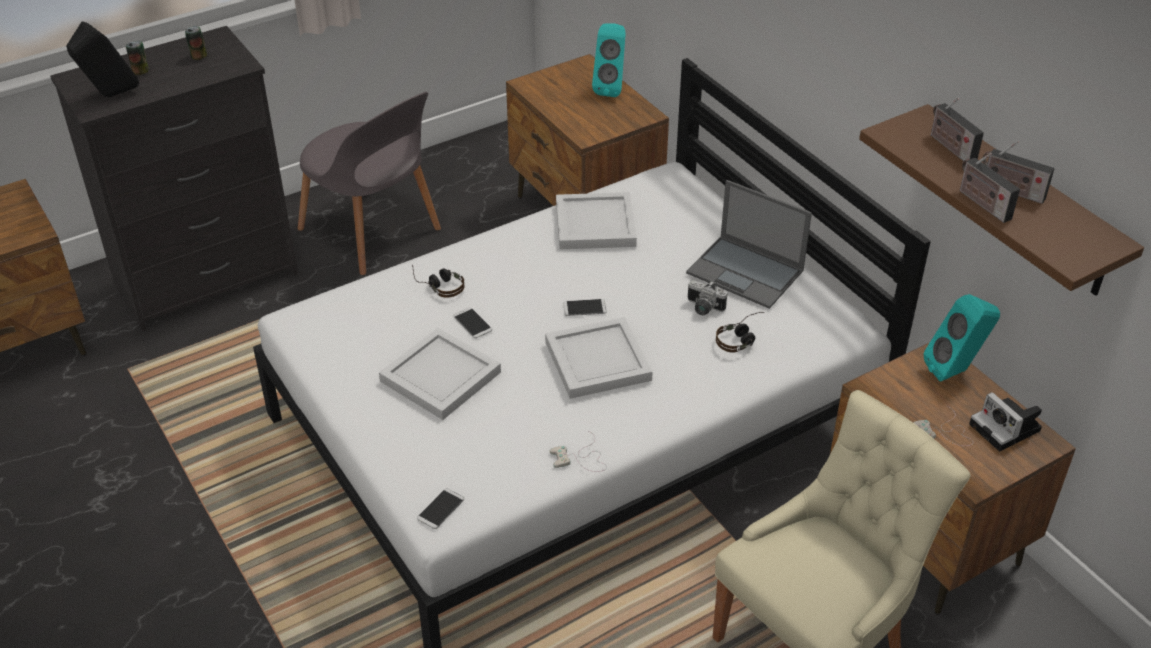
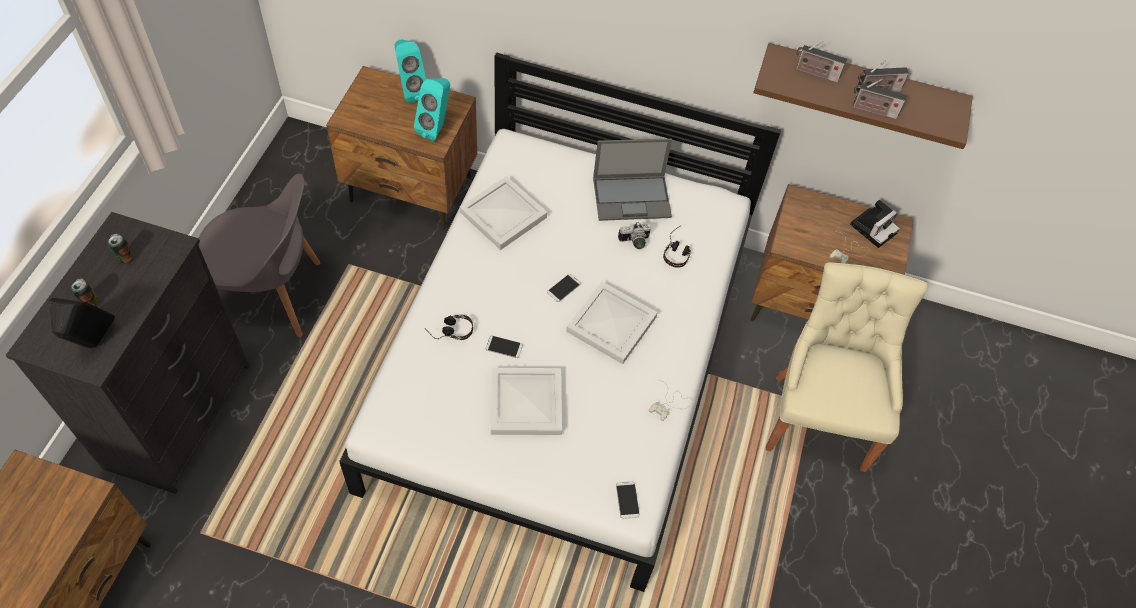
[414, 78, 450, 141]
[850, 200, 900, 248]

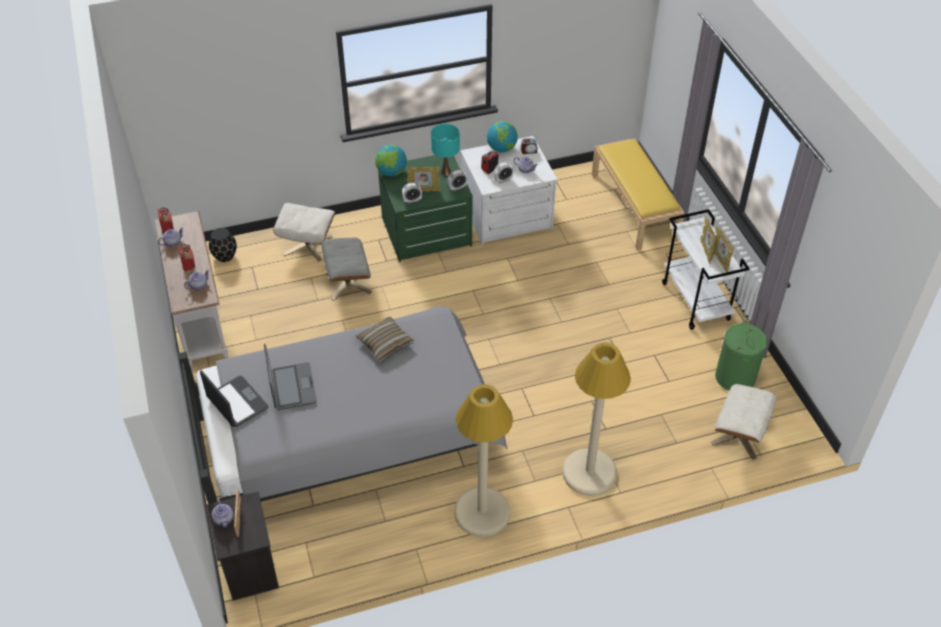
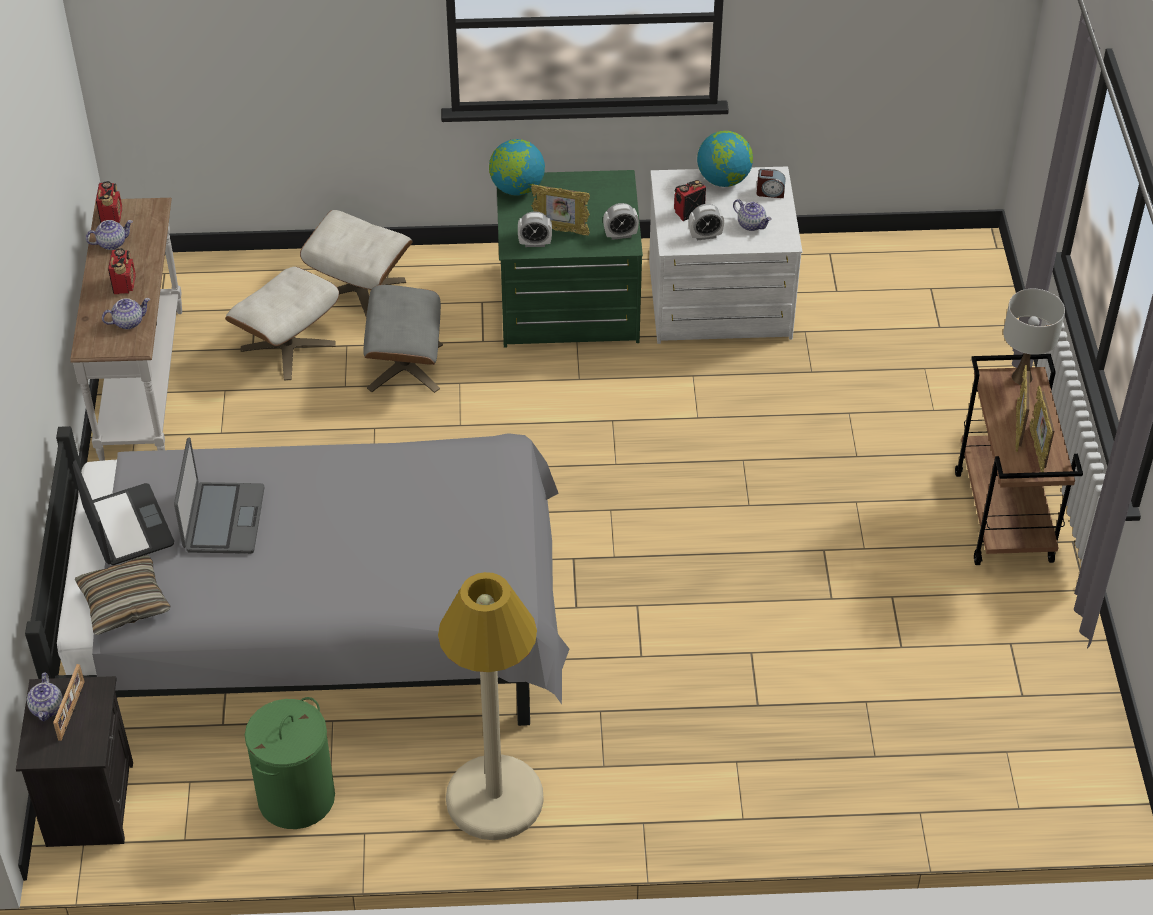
[75, 555, 171, 635]
[225, 267, 339, 381]
[245, 697, 335, 829]
[955, 354, 1083, 565]
[1003, 289, 1065, 385]
[209, 228, 237, 262] (first image)
[431, 124, 460, 176] (first image)
[562, 343, 631, 496] (first image)
[592, 138, 685, 250] (first image)

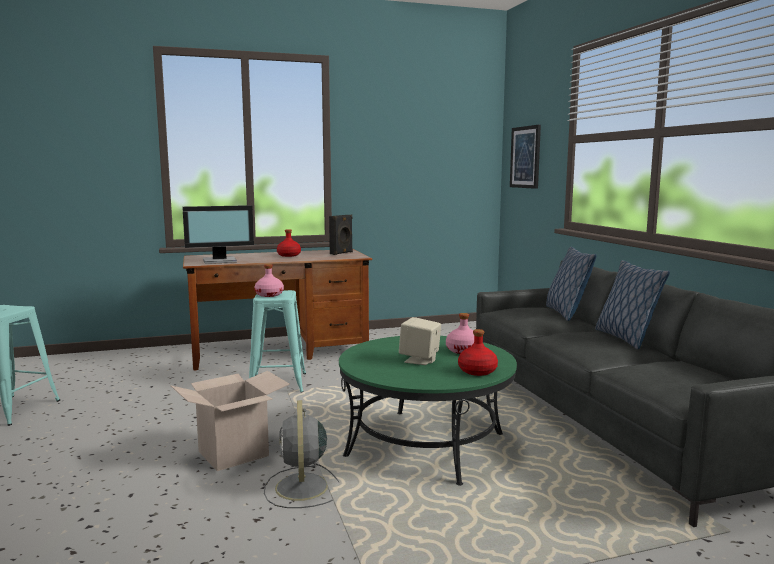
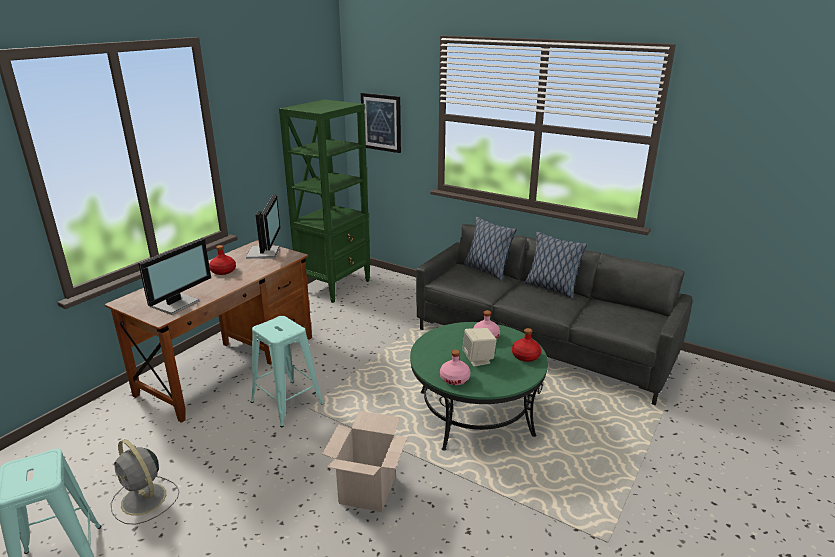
[110, 439, 179, 524]
[246, 195, 280, 259]
[279, 100, 371, 303]
[440, 350, 470, 385]

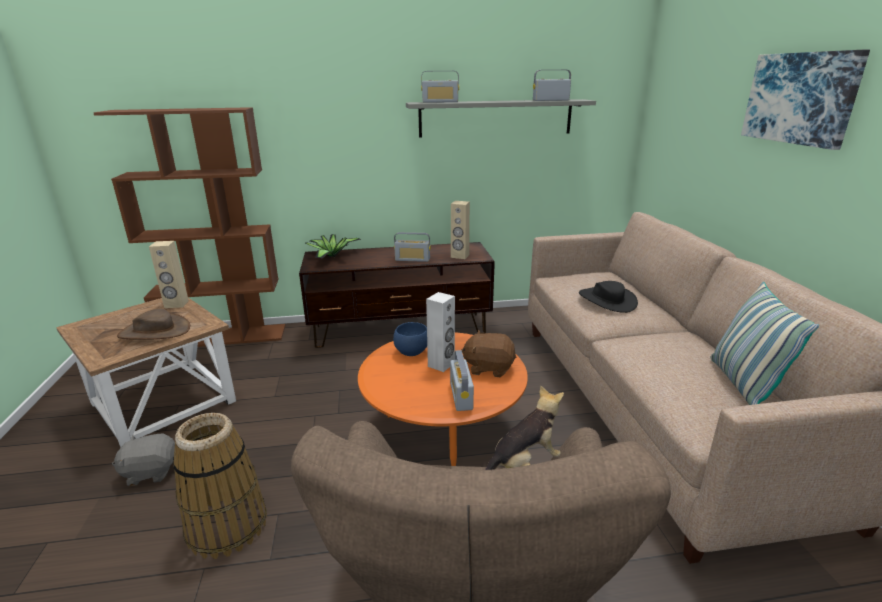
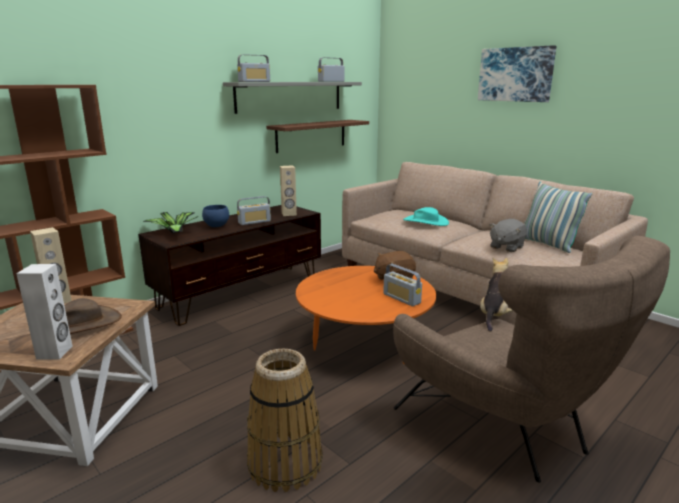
[16, 264, 73, 360]
[202, 205, 229, 227]
[266, 120, 369, 153]
[403, 207, 449, 226]
[489, 219, 527, 252]

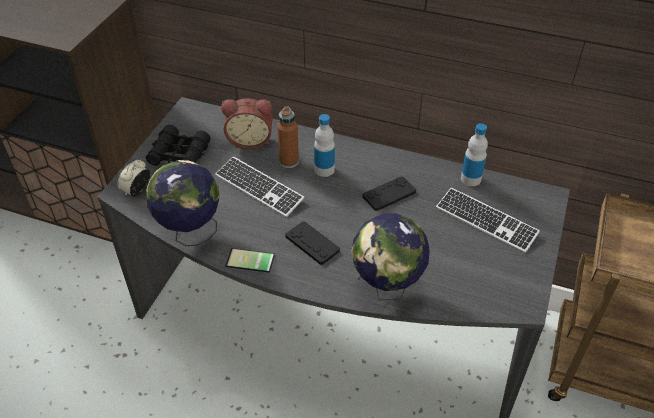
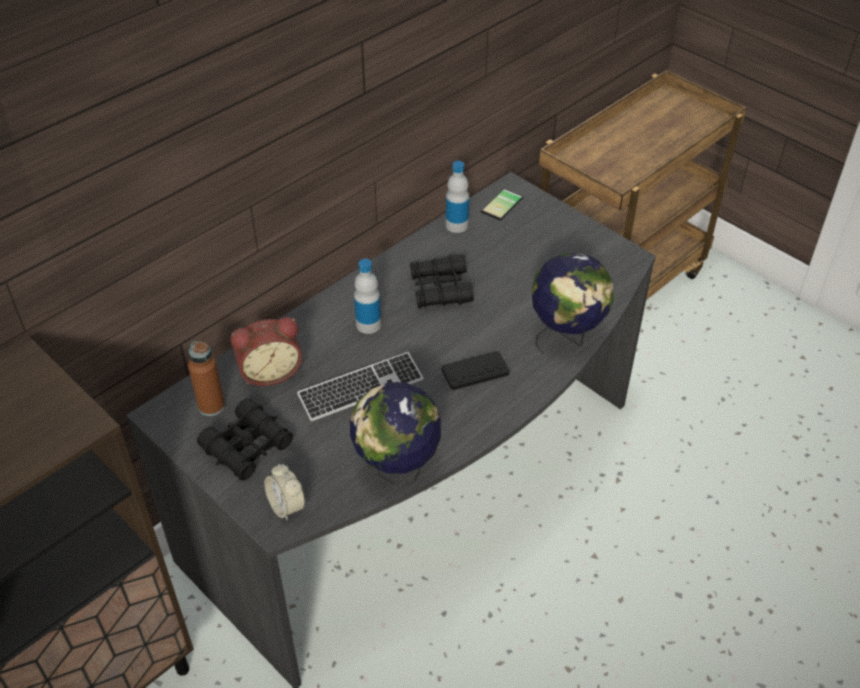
[188, 341, 225, 416]
[231, 317, 302, 386]
[410, 254, 474, 308]
[481, 189, 523, 220]
[436, 187, 540, 253] (first image)

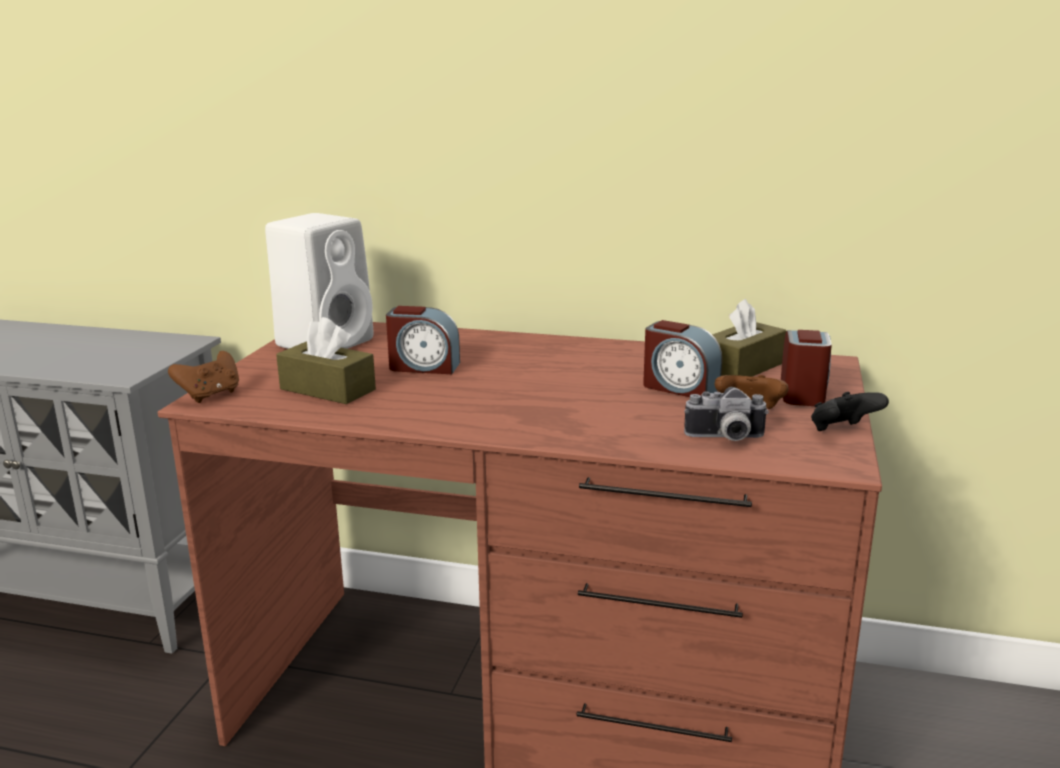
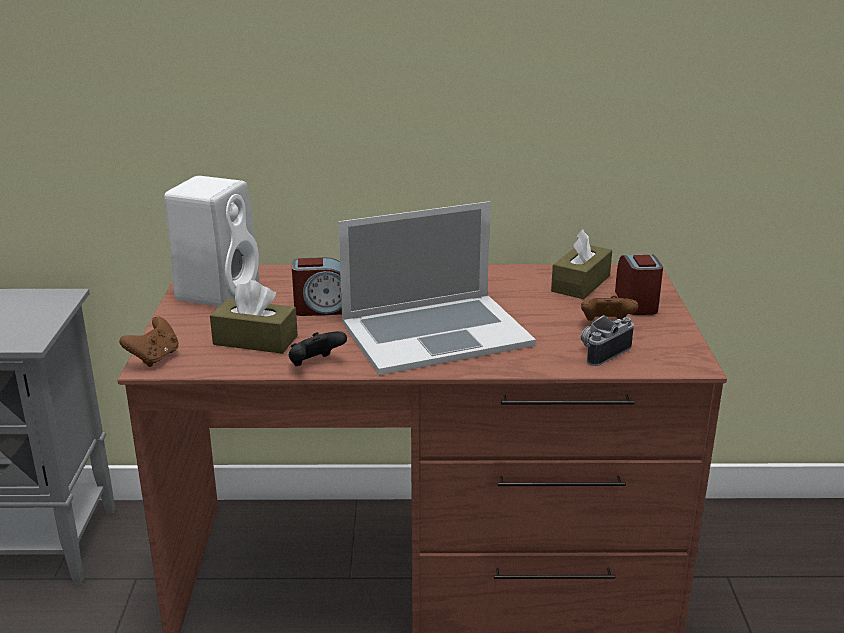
[289, 331, 347, 366]
[338, 201, 536, 375]
[581, 315, 634, 366]
[643, 320, 722, 397] (first image)

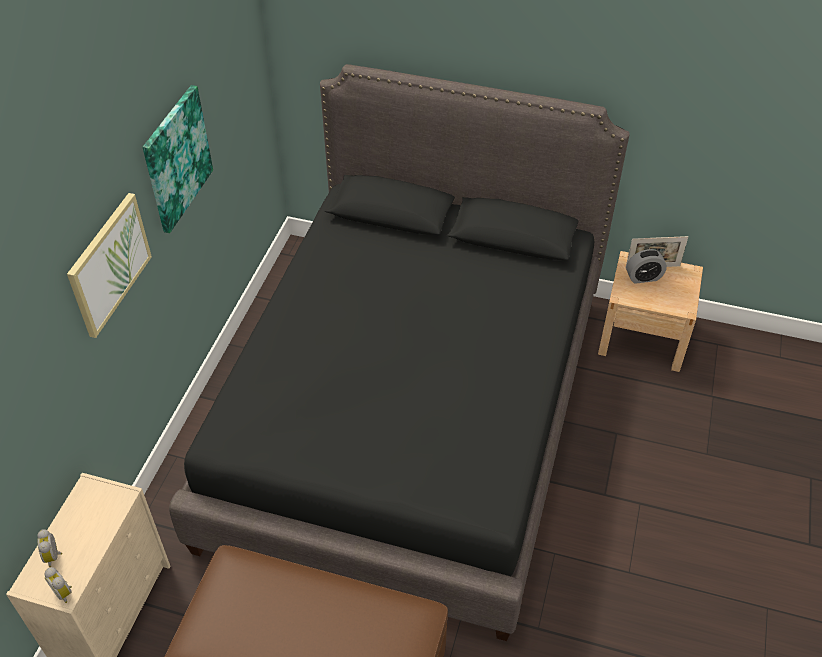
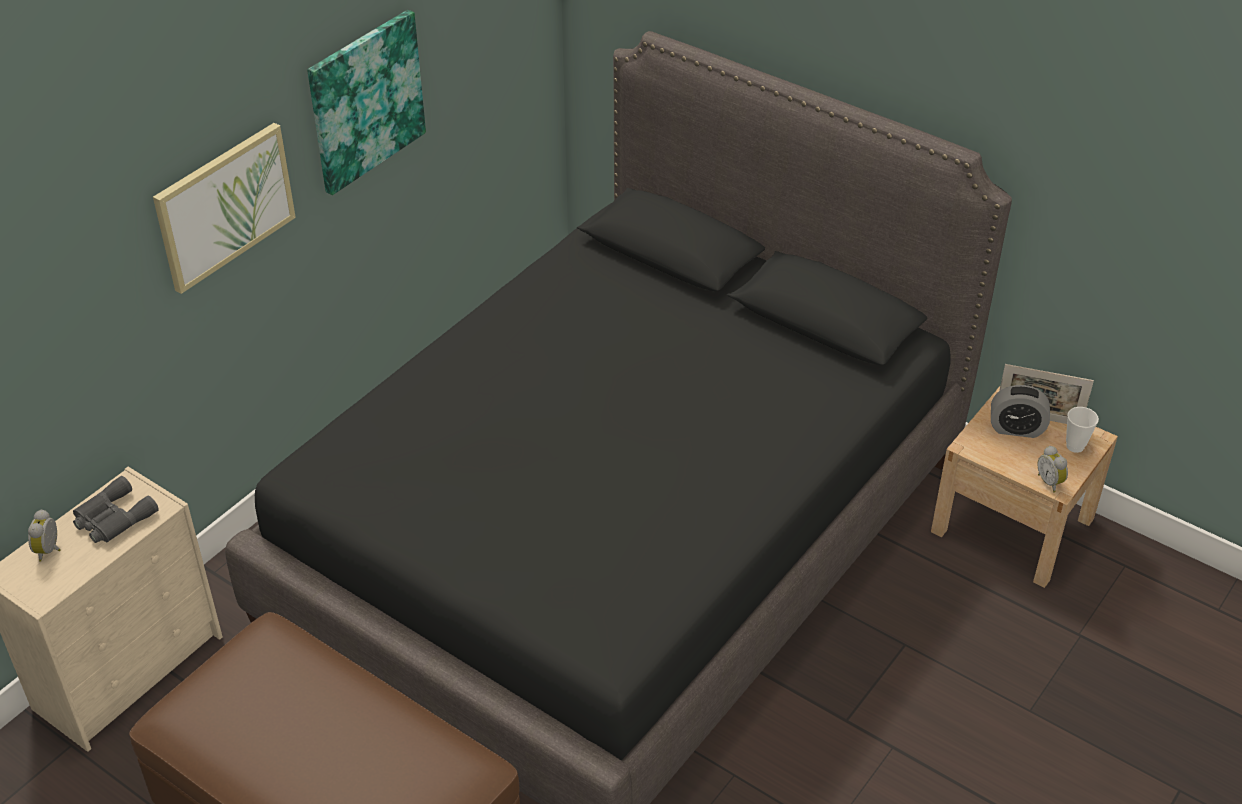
[73, 476, 159, 543]
[1037, 446, 1068, 493]
[1066, 407, 1099, 453]

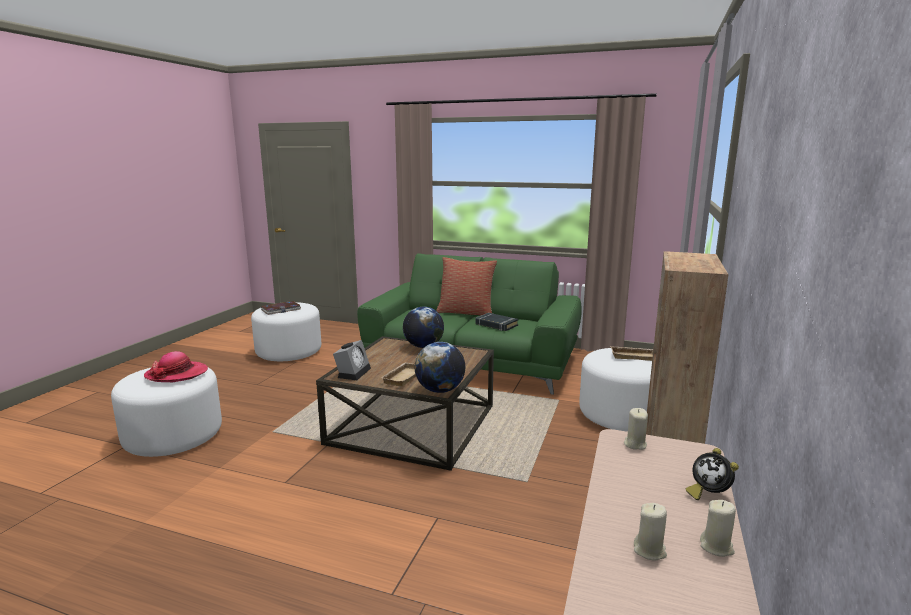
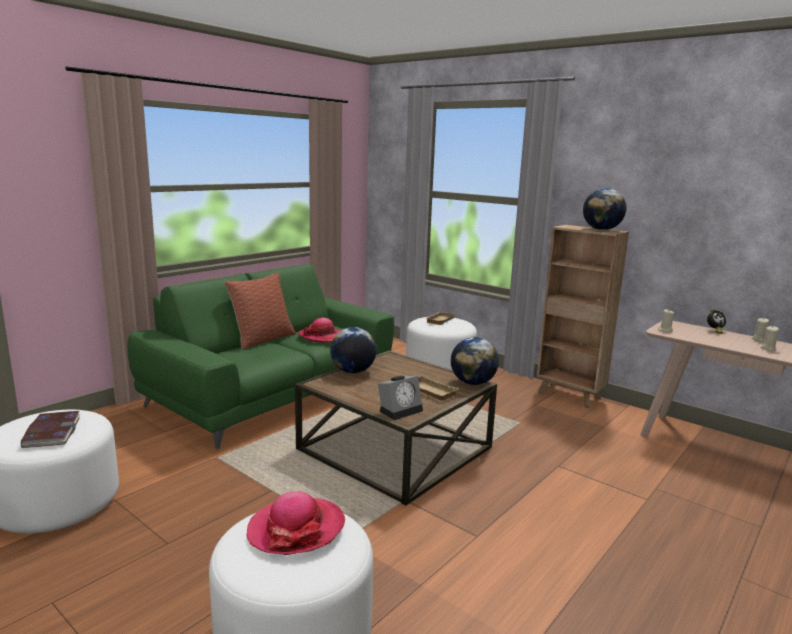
[298, 318, 341, 343]
[378, 376, 423, 420]
[583, 188, 627, 230]

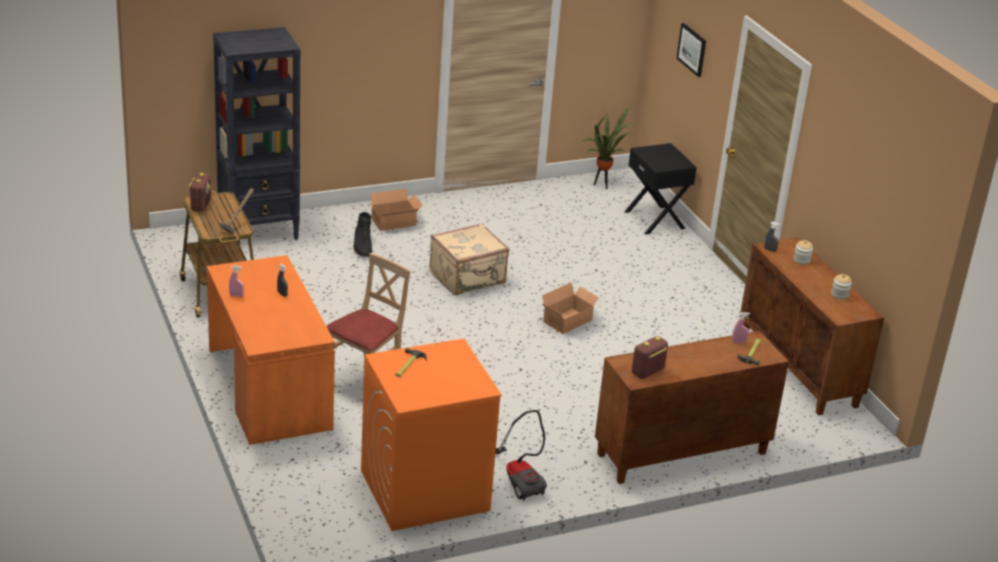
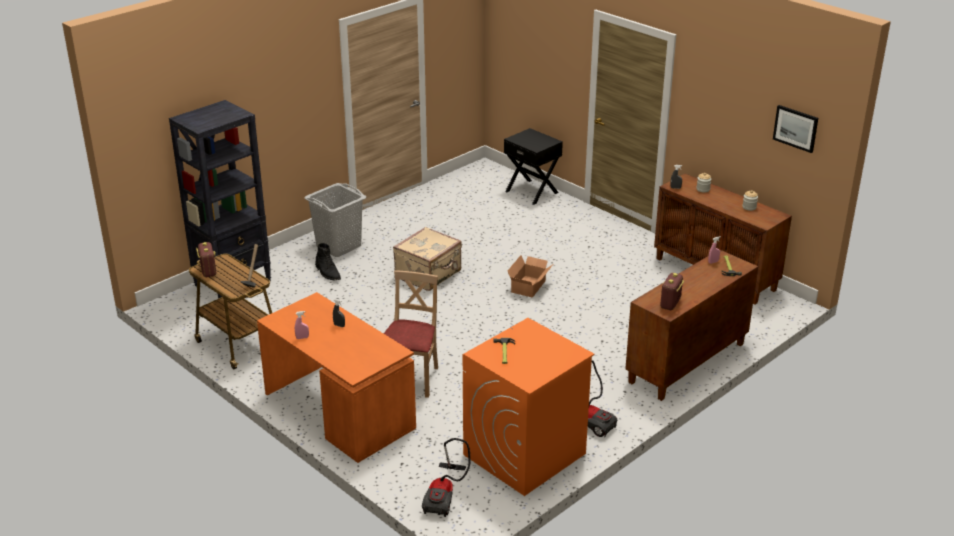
[304, 183, 366, 257]
[422, 438, 471, 517]
[773, 105, 818, 153]
[581, 104, 635, 189] (first image)

